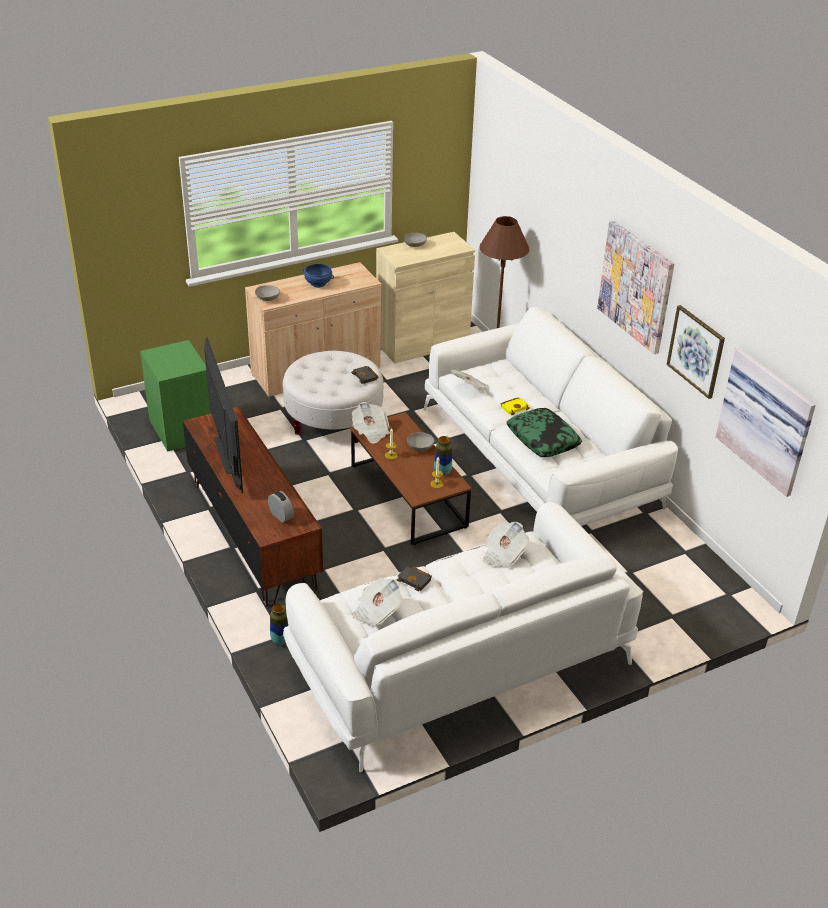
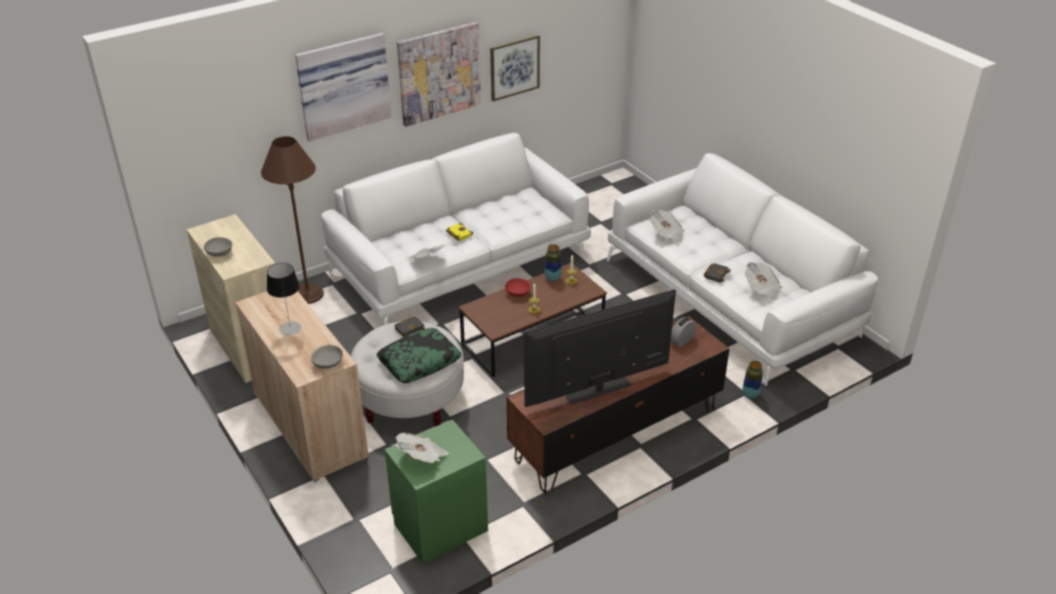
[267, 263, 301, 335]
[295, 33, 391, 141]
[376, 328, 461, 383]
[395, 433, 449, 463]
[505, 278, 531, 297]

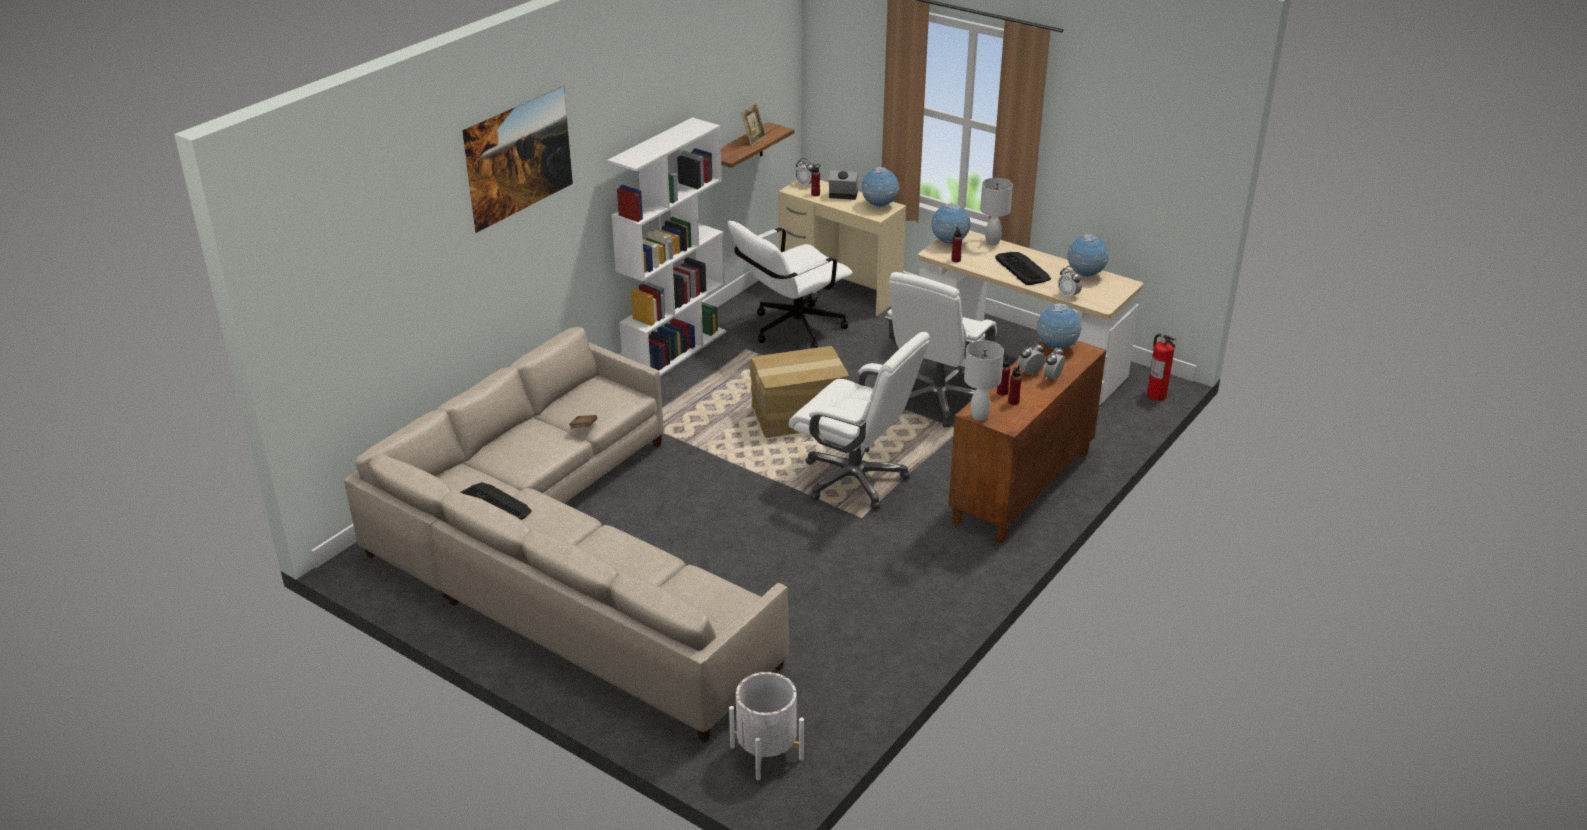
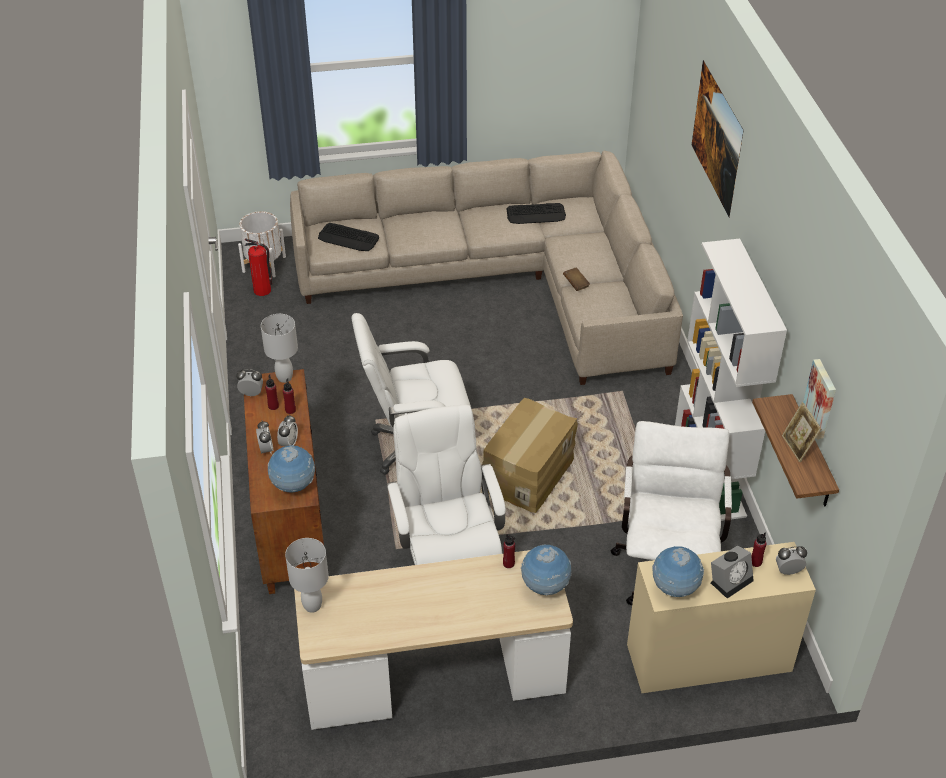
[236, 369, 263, 396]
[245, 238, 272, 296]
[285, 538, 329, 613]
[318, 223, 379, 251]
[803, 359, 836, 439]
[1068, 234, 1109, 278] (first image)

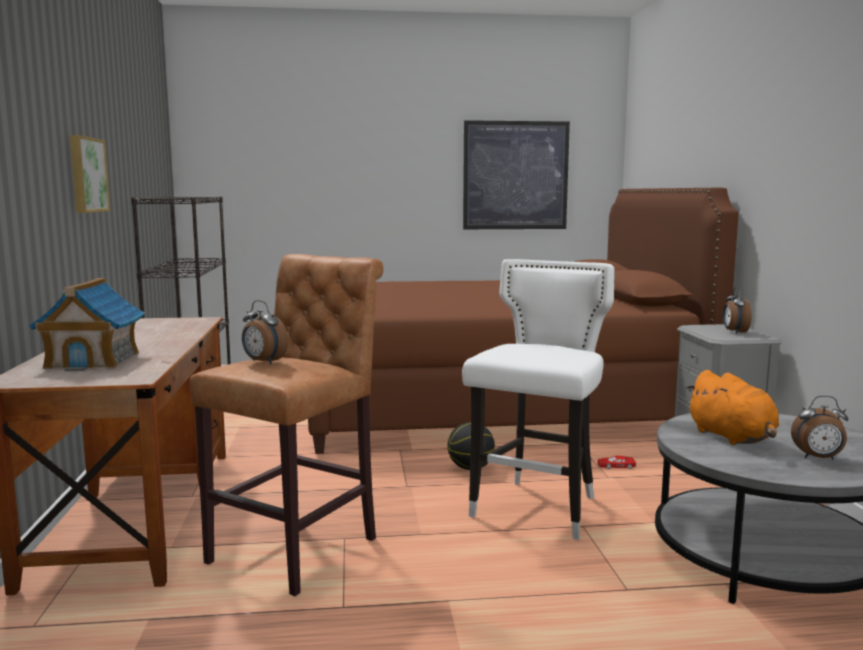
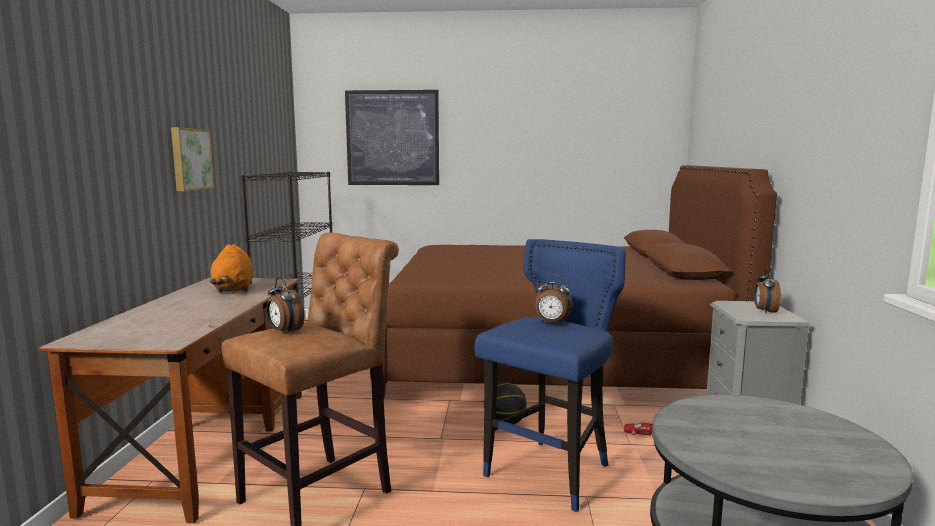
[210, 244, 253, 293]
[345, 90, 439, 185]
[474, 239, 626, 512]
[535, 274, 573, 325]
[29, 278, 145, 371] (first image)

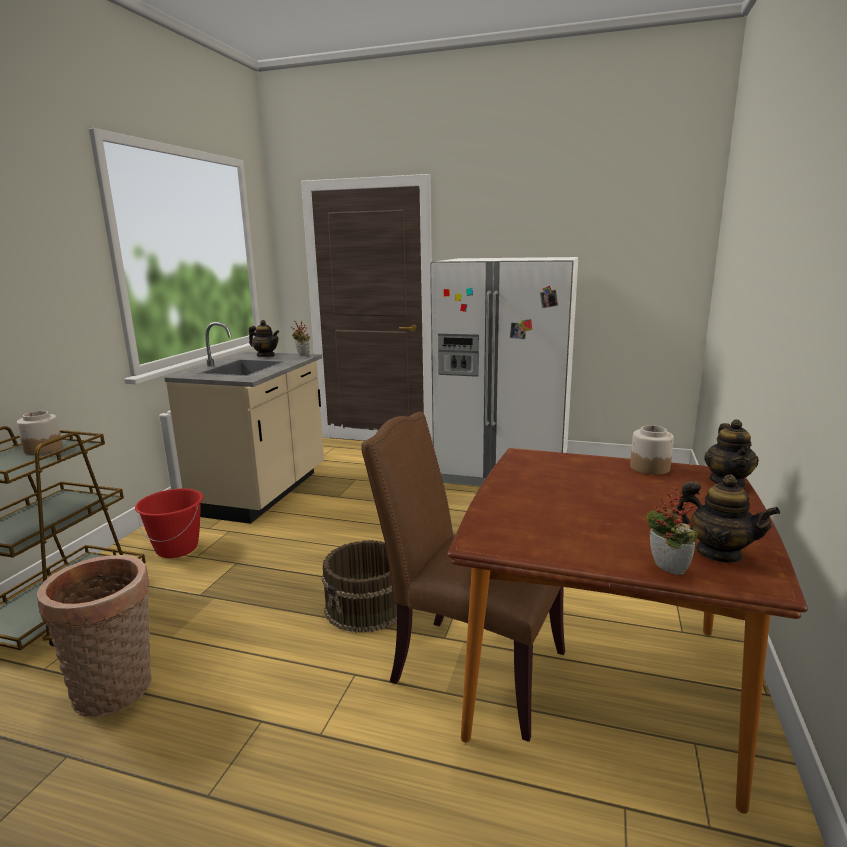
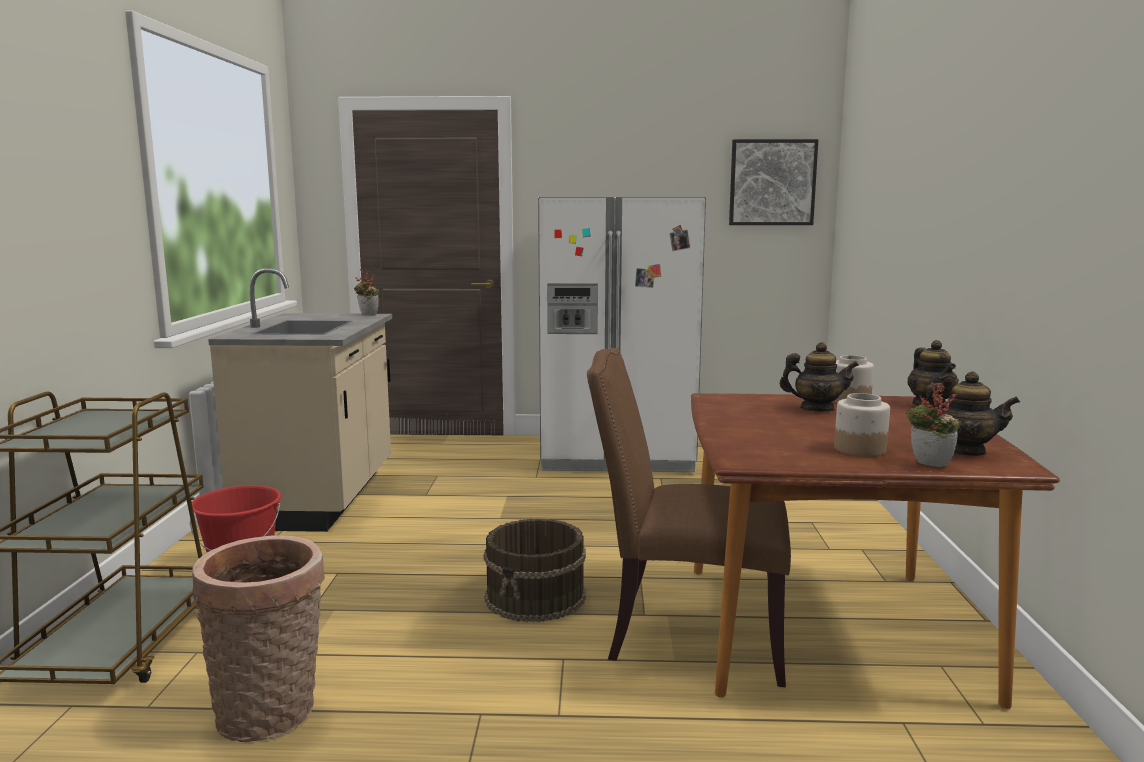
[729, 139, 819, 225]
[779, 342, 859, 412]
[834, 393, 890, 457]

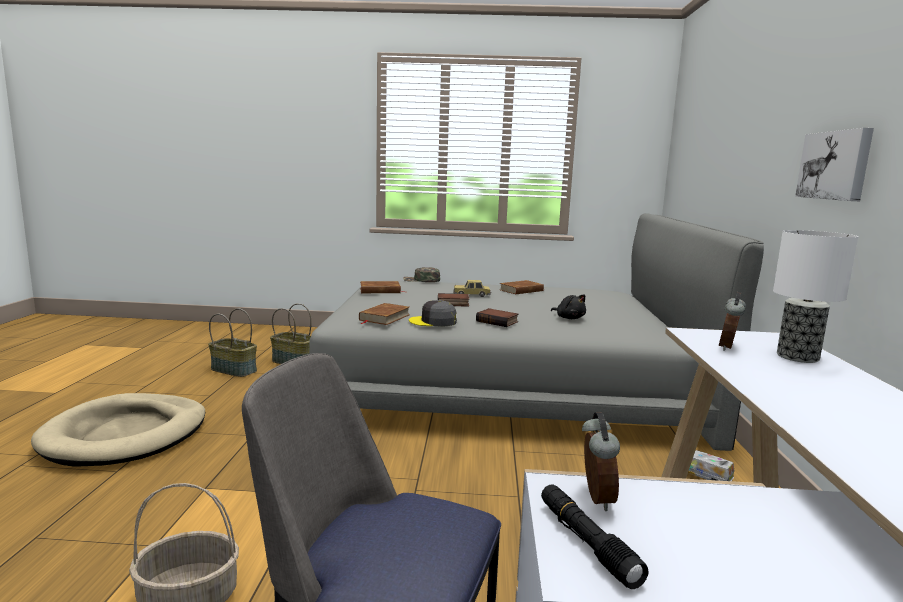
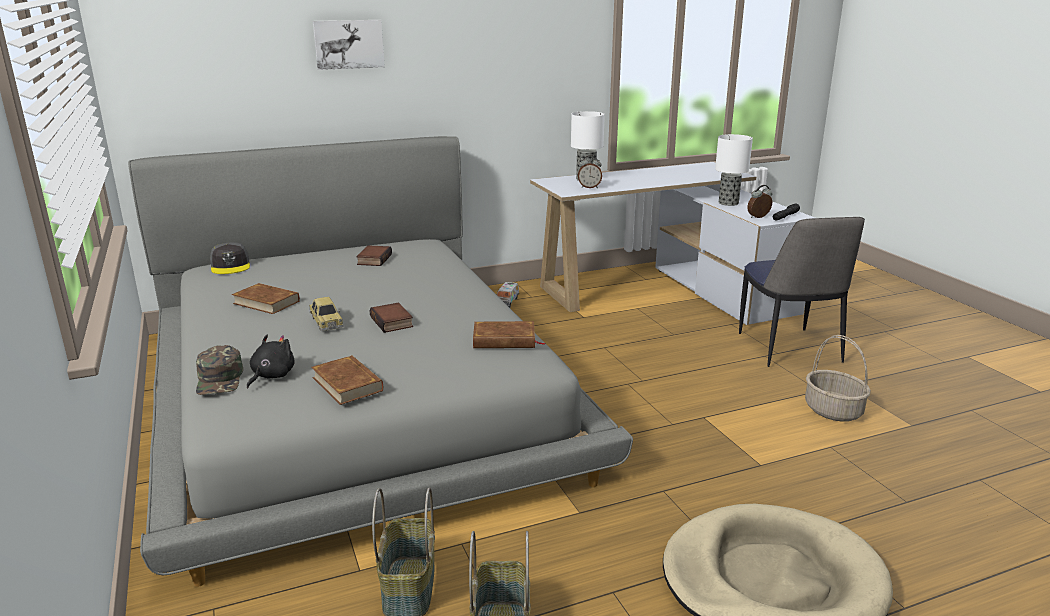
[210, 243, 250, 274]
[247, 335, 295, 388]
[313, 20, 385, 70]
[356, 245, 392, 266]
[715, 134, 753, 206]

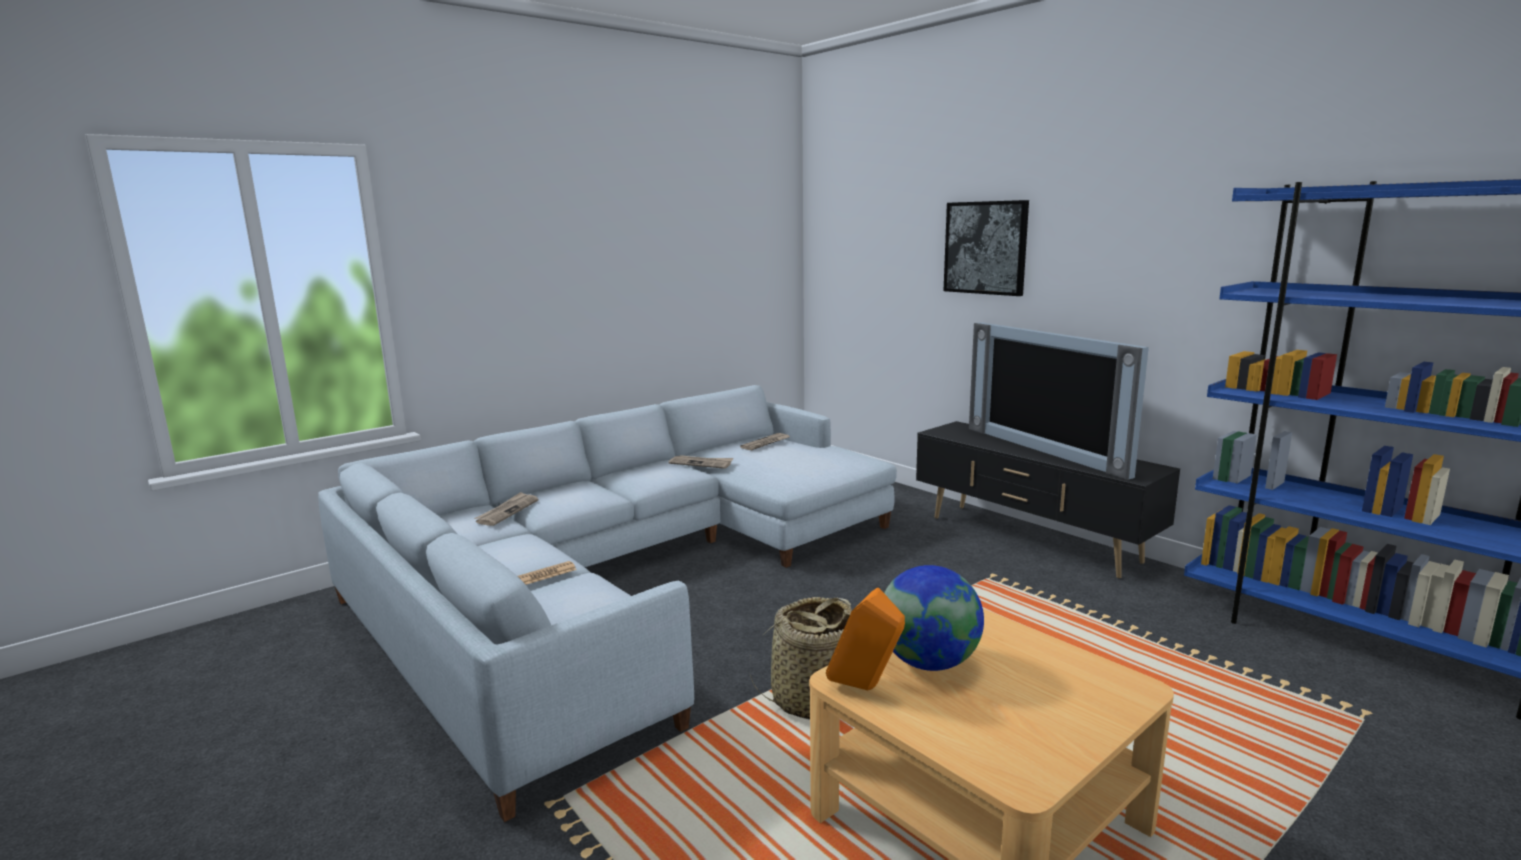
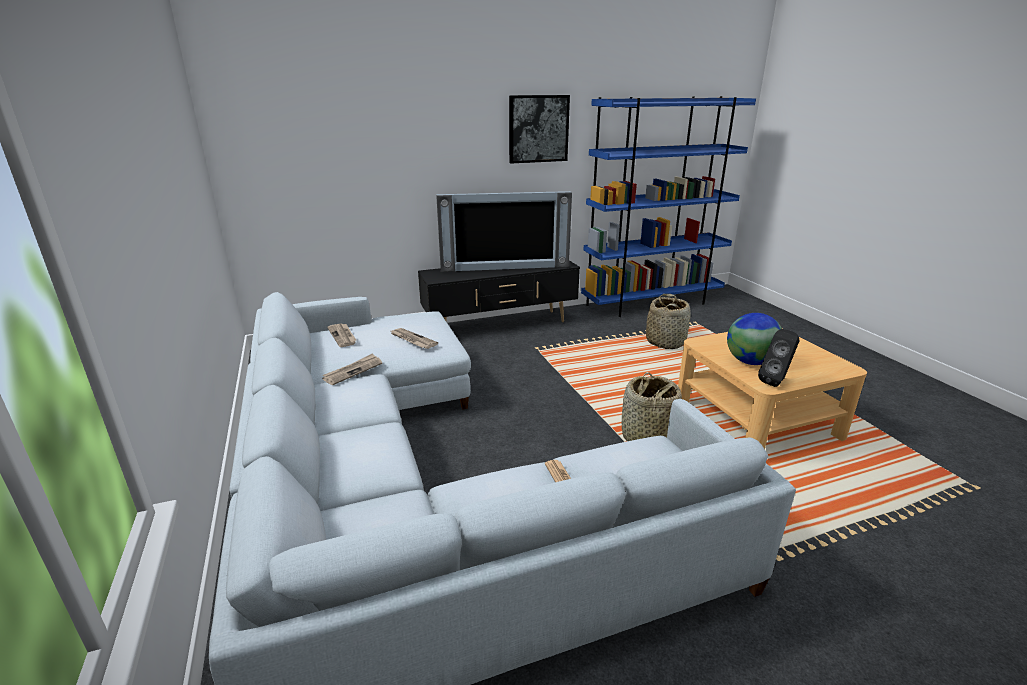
[391, 328, 438, 349]
[509, 95, 570, 163]
[646, 294, 691, 349]
[758, 329, 800, 387]

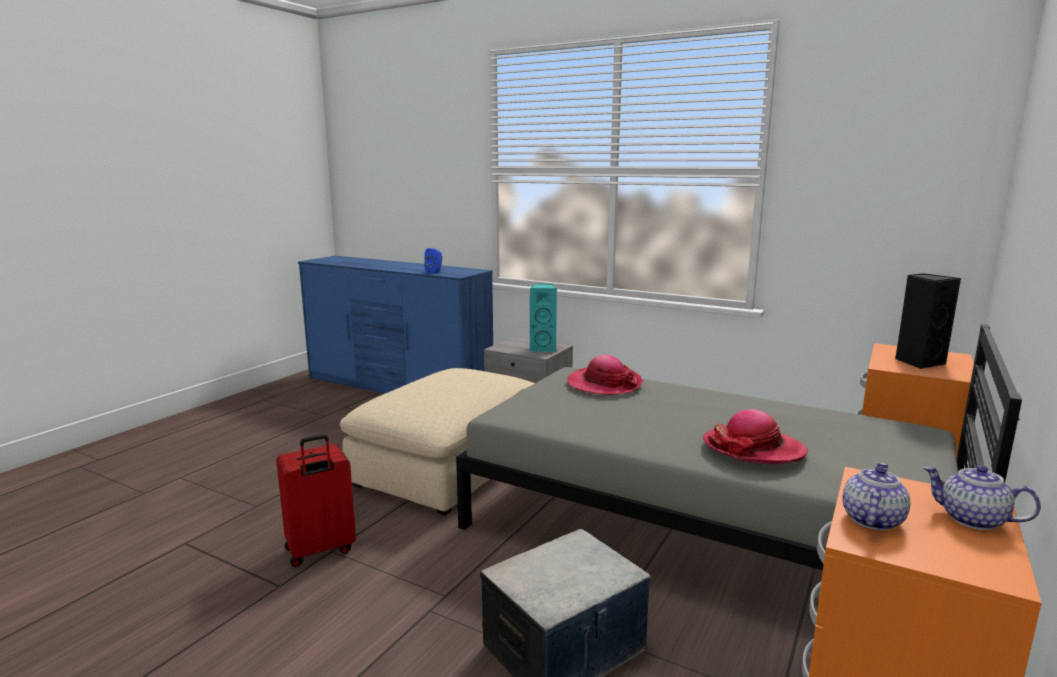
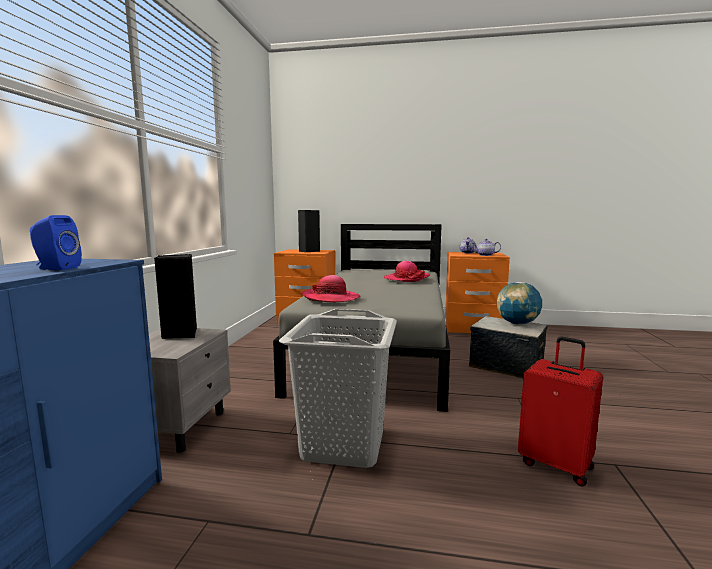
[154, 254, 197, 339]
[279, 309, 397, 468]
[497, 282, 542, 325]

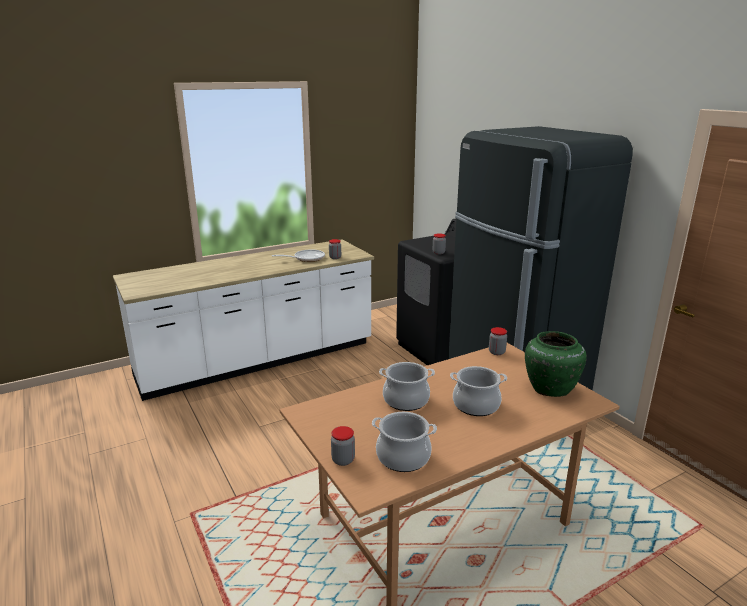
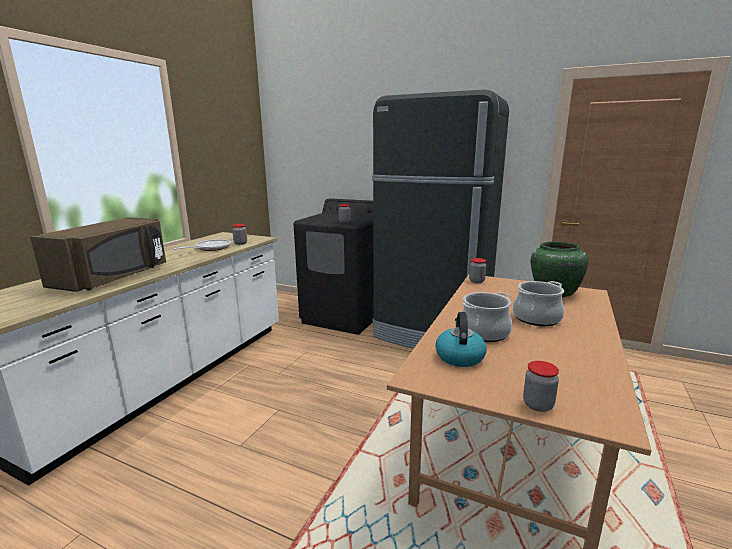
[30, 217, 166, 292]
[435, 312, 486, 367]
[372, 412, 437, 472] (first image)

